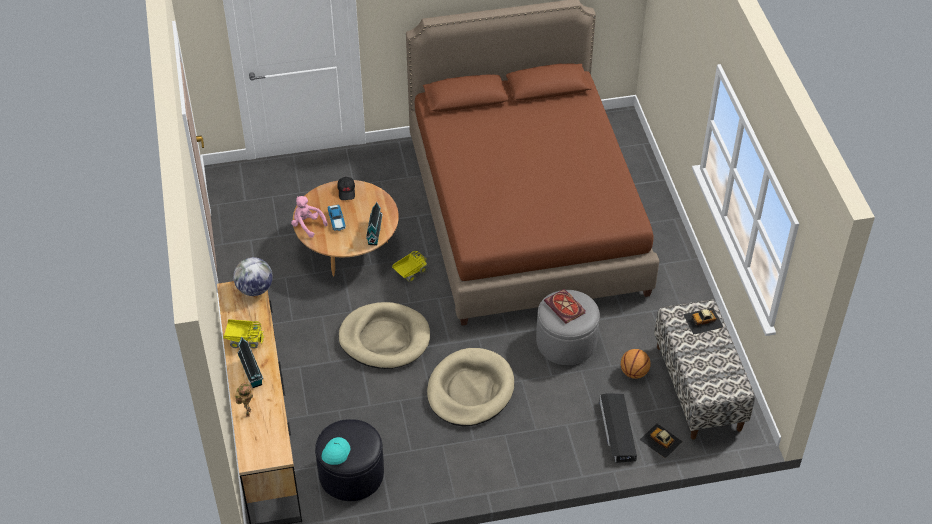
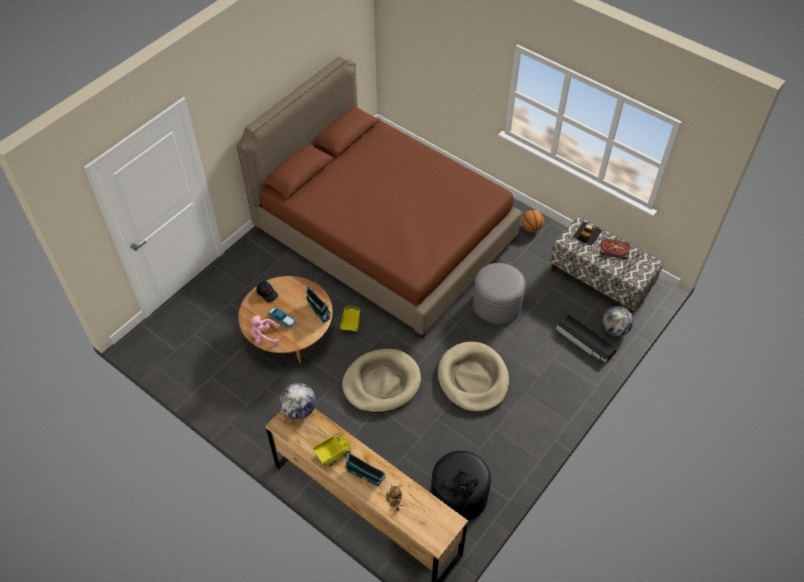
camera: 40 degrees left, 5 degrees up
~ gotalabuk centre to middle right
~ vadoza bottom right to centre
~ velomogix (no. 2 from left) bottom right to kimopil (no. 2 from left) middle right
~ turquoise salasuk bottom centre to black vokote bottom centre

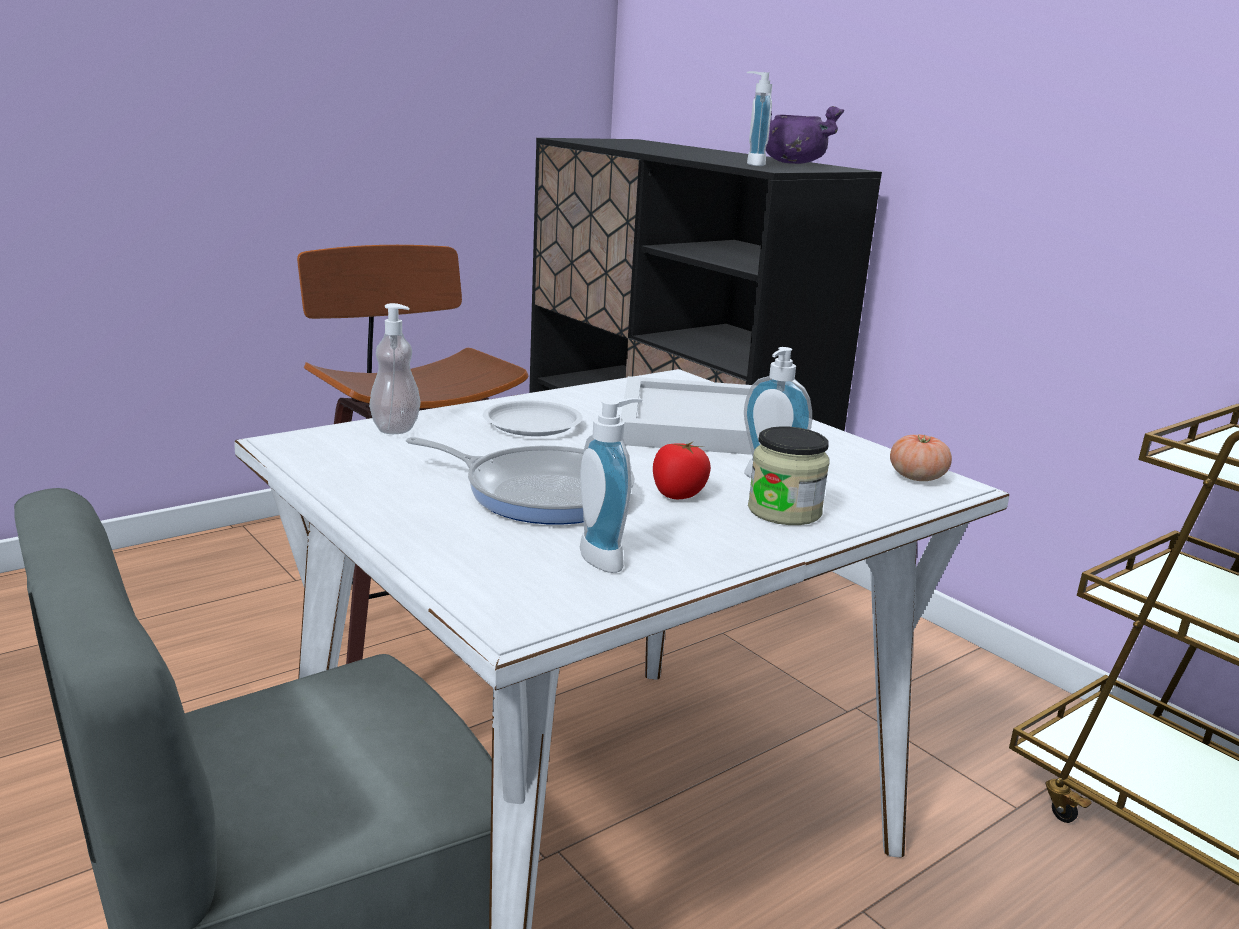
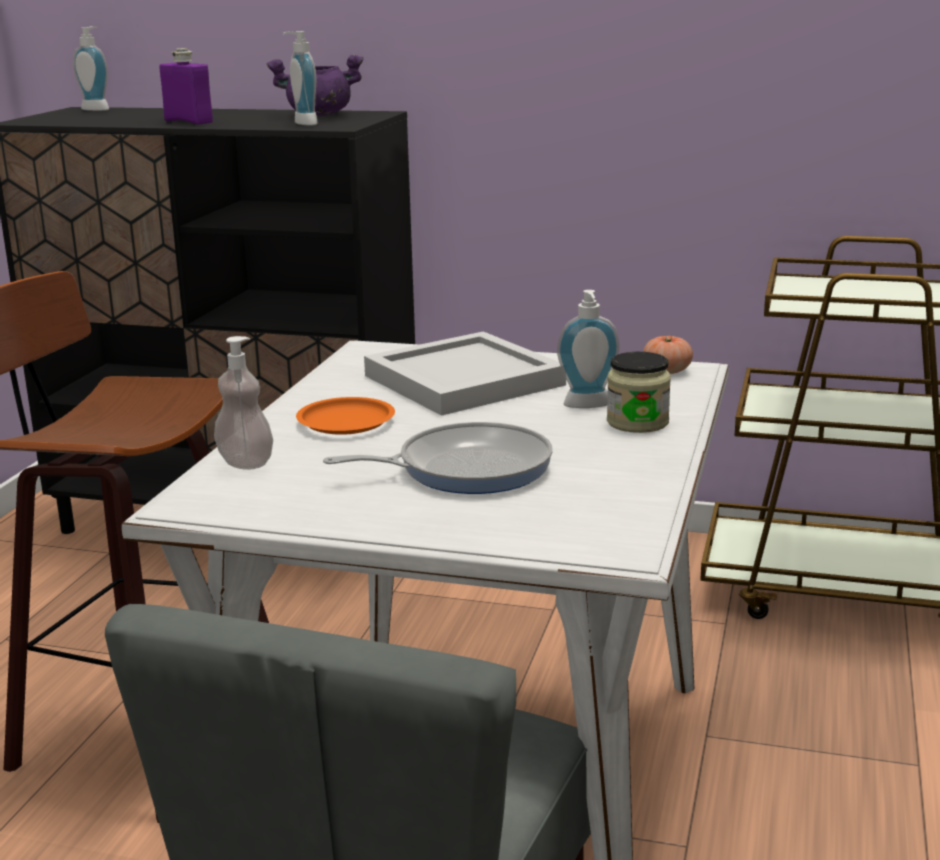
camera: 35 degrees left, 0 degrees up
~ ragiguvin (no. 2 from left in the first image) centre to ragiguvin (no. 1 from left) top left
~ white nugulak centre to orange nugulak centre
- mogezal (no. 1 from left) centre
+ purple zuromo top left

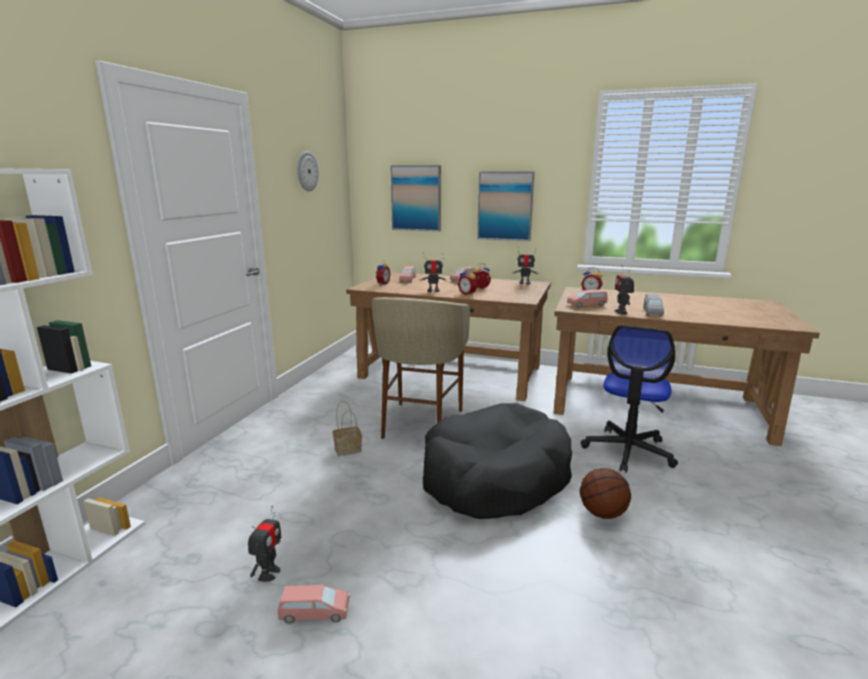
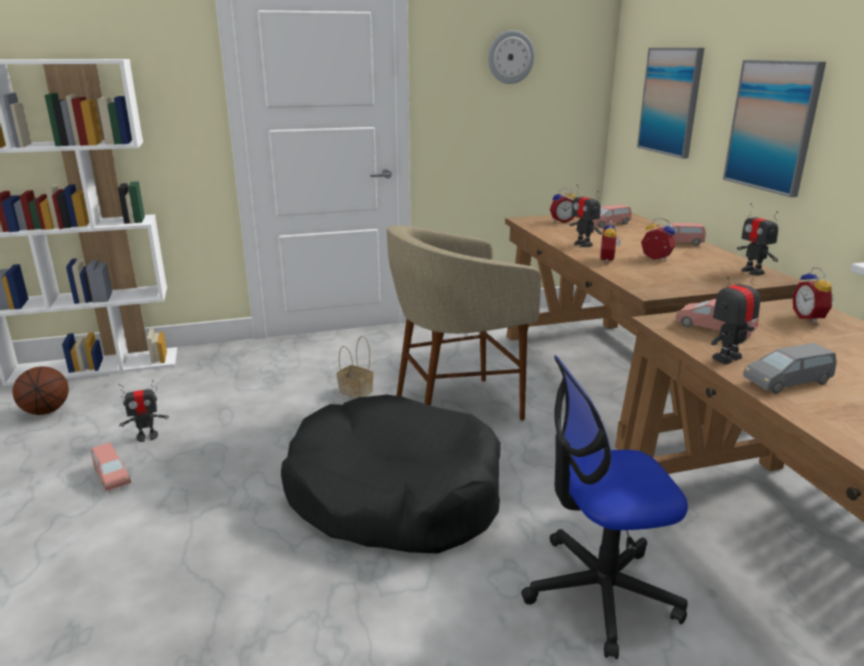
camera: 55 degrees right, 5 degrees up
~ vadoza bottom right to middle left

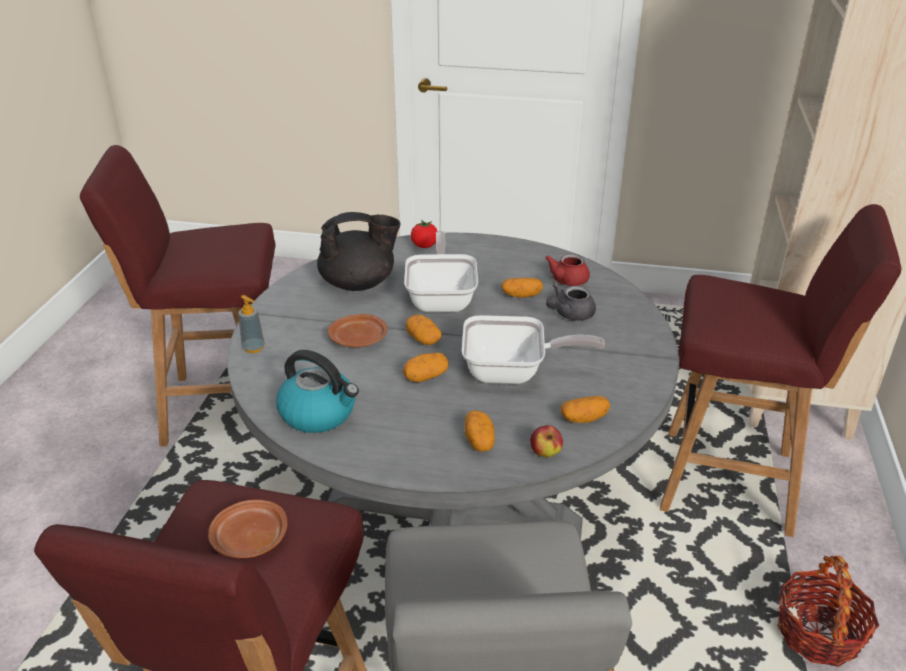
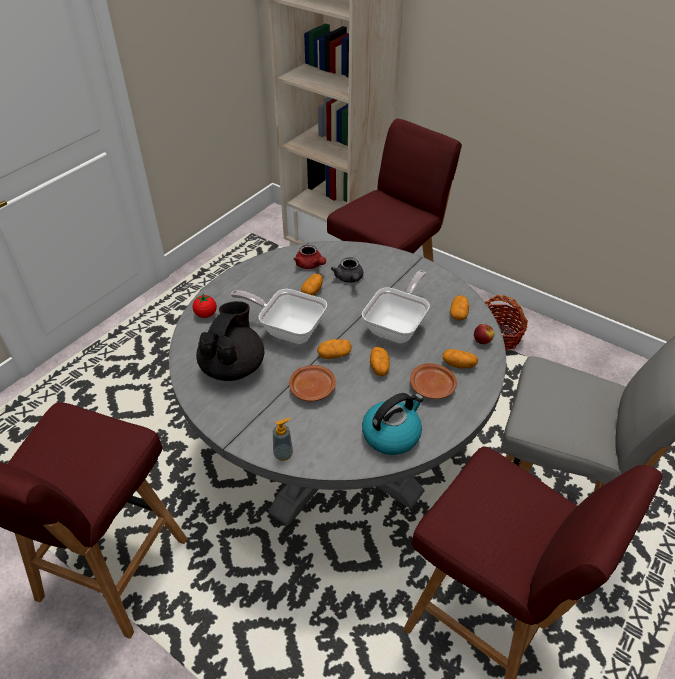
camera: 65 degrees left, 10 degrees up
~ brown nugulak (no. 1 from left in the first image) bottom left to brown nugulak (no. 2 from left) centre

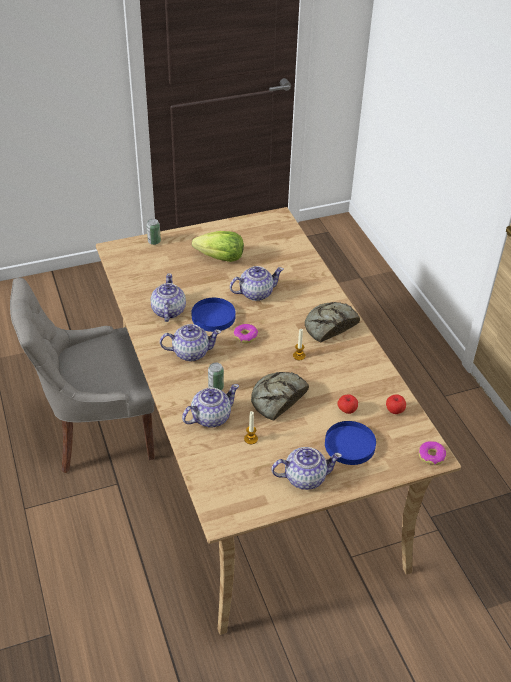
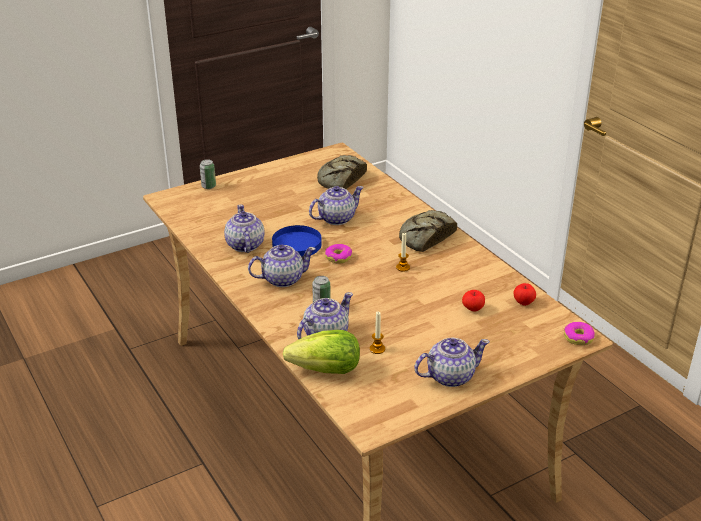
camera: 10 degrees left, 10 degrees down
~ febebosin centre to bottom centre
- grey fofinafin middle left
~ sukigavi (no. 1 from left) centre to top centre
- blue nugulak (no. 2 from left) middle right

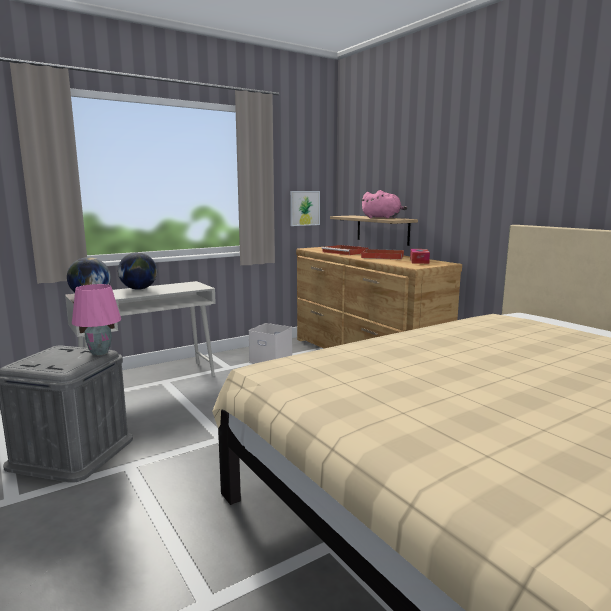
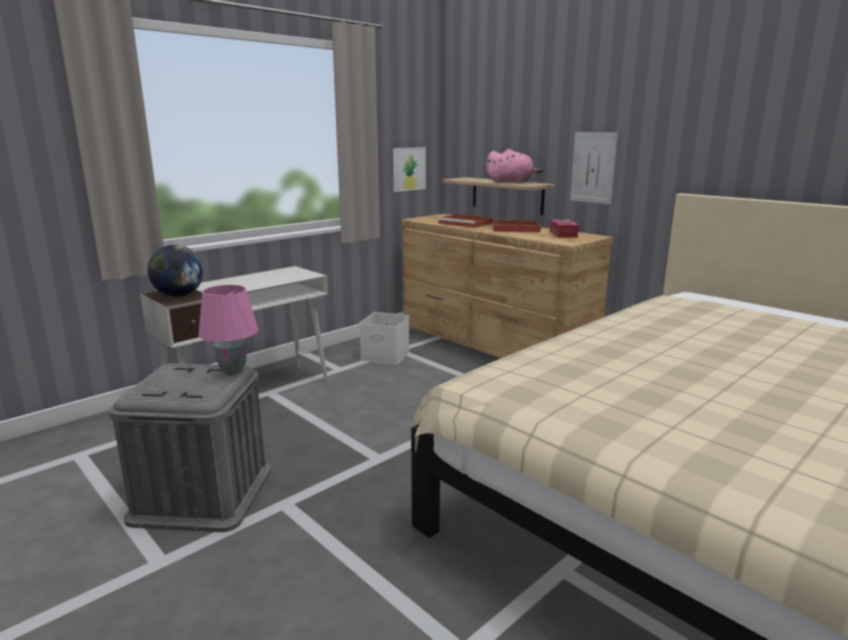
camera: 10 degrees left, 5 degrees up
- kimopil (no. 2 from left) middle left
+ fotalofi (no. 2 from left) top right

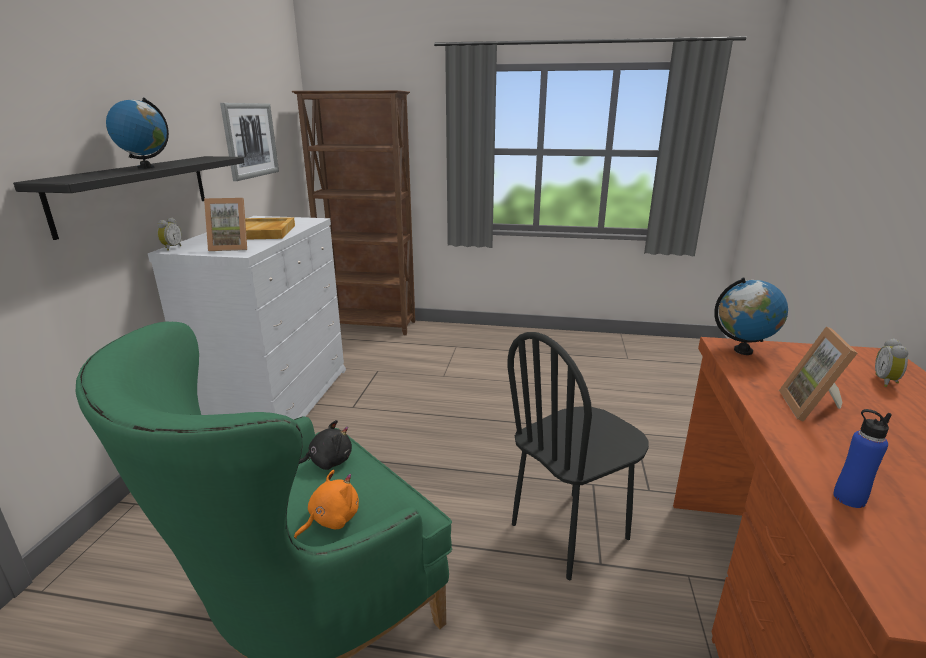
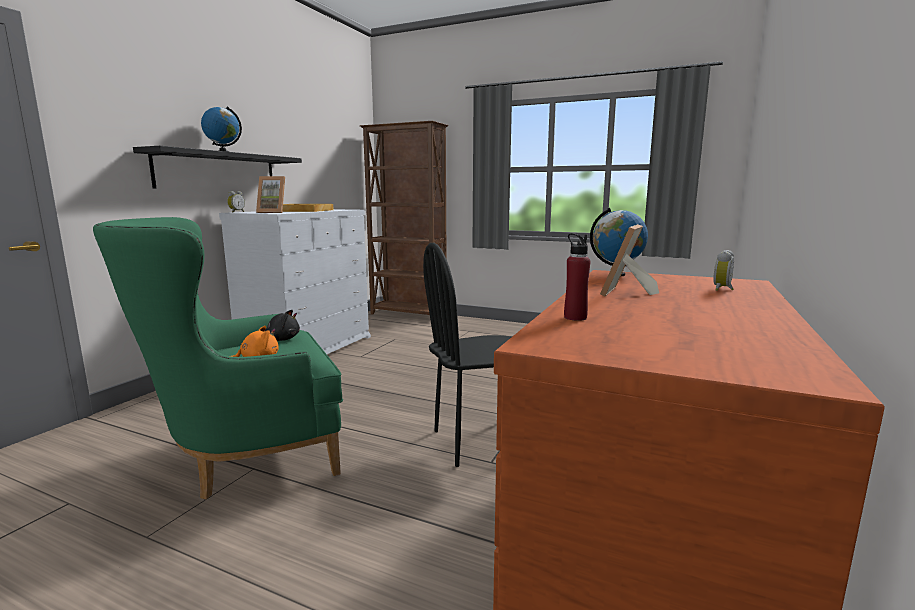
camera: 15 degrees right, 10 degrees down
- fotalofi top left
~ blue zuromo bottom right to red zuromo centre

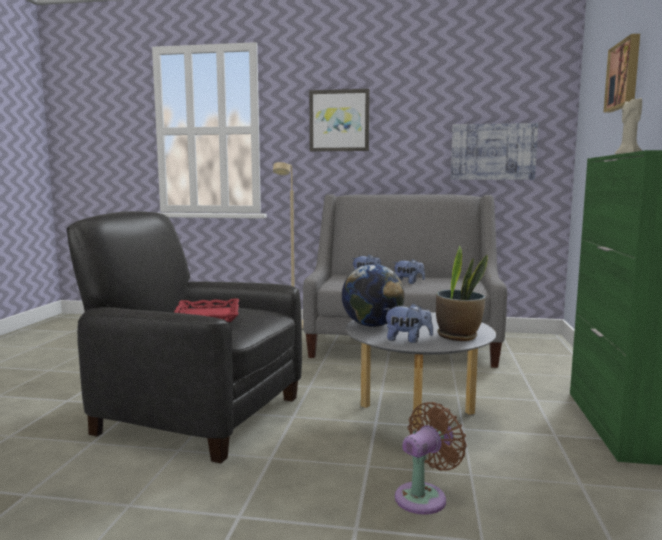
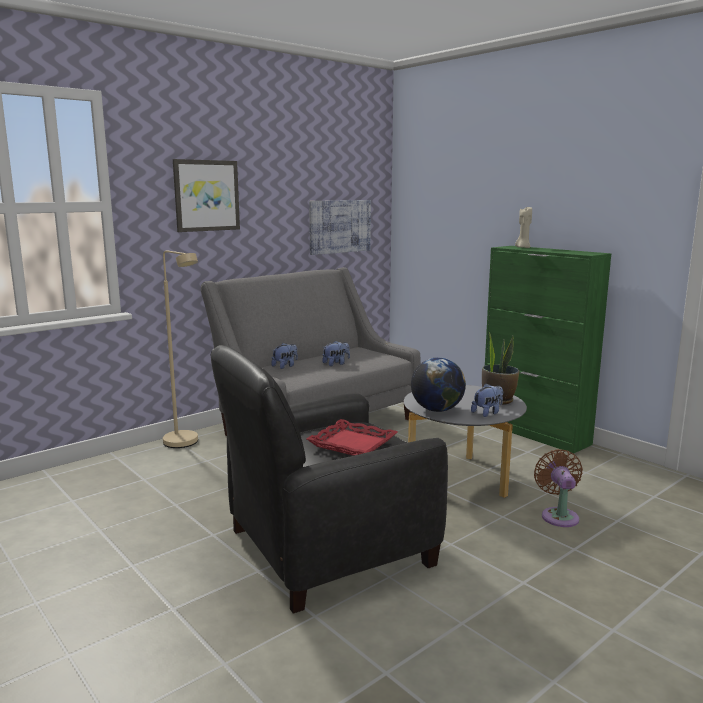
camera: 50 degrees left, 5 degrees up
- fotalofi (no. 3 from left) top right

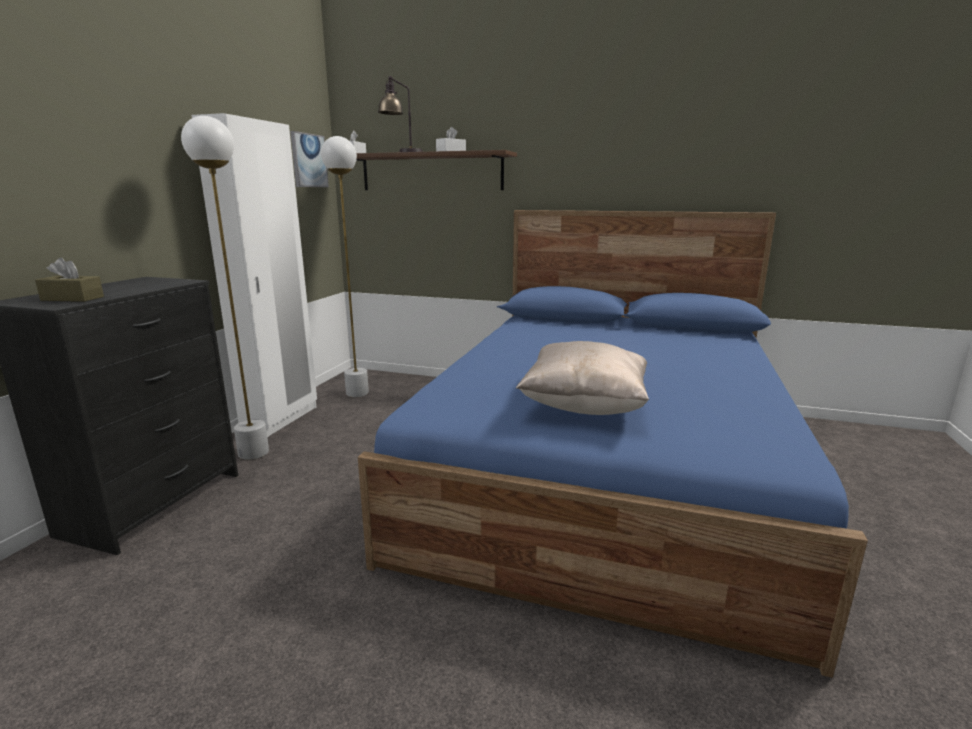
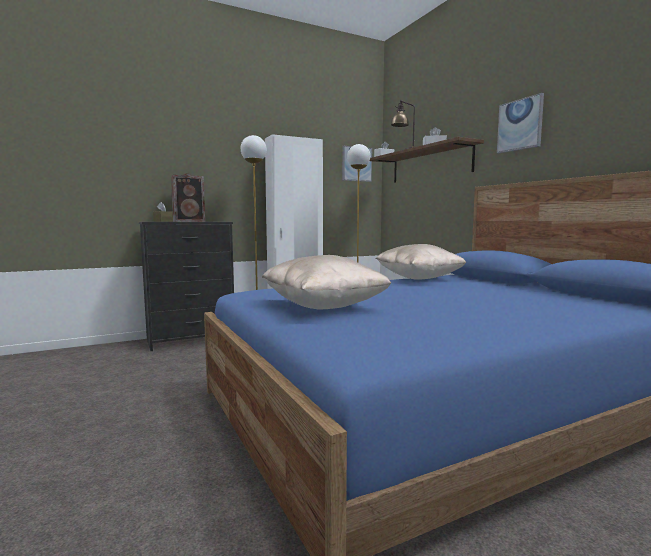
camera: 45 degrees right, 10 degrees down
+ fotalofi (no. 2 from left) top right
+ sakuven middle left
+ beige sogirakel (no. 2 from left) centre

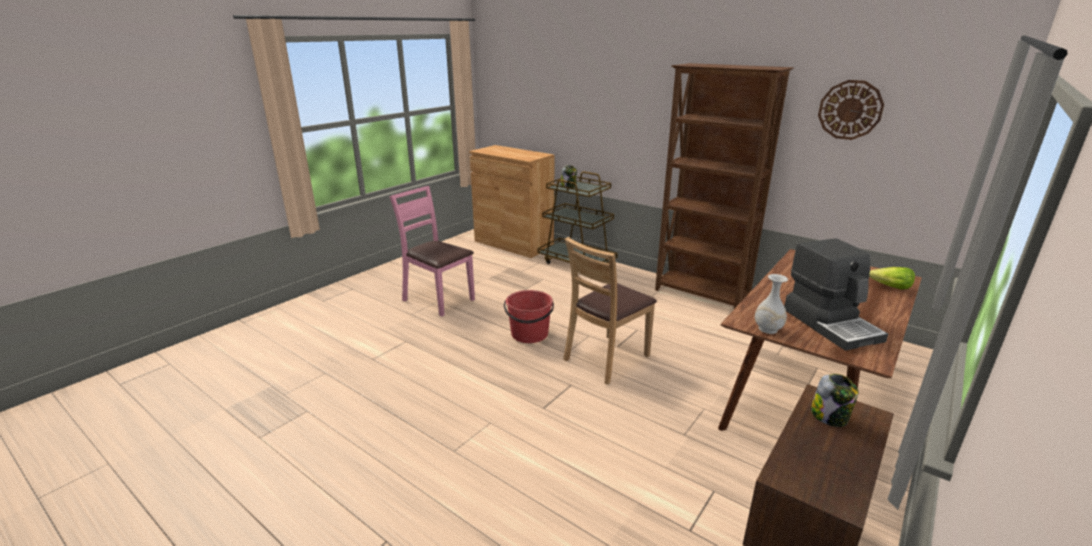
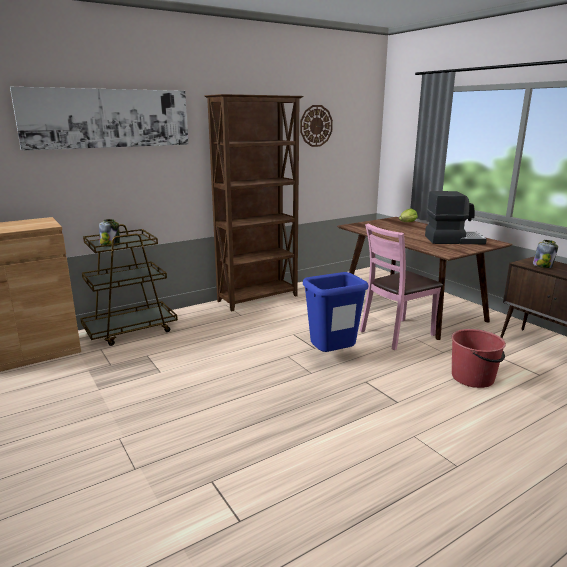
camera: 70 degrees left, 5 degrees down
~ pink fofinafin centre to middle right
~ brown fofinafin centre to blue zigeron centre
- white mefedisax middle right
~ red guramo centre to middle right
+ fotalofi top left

